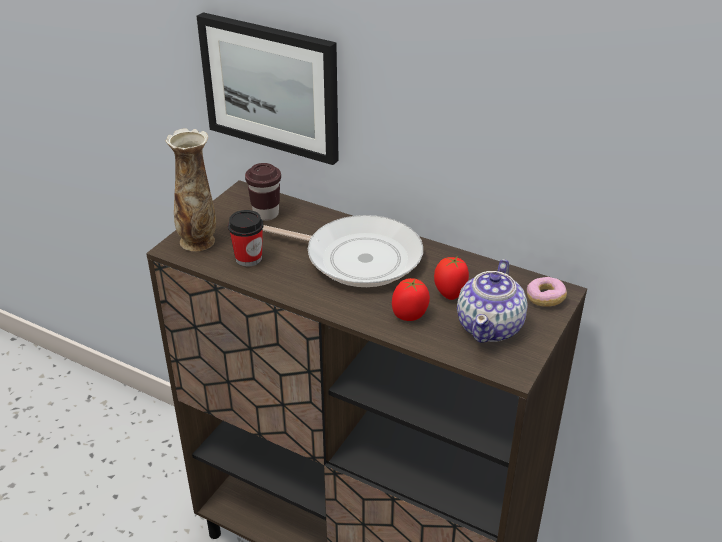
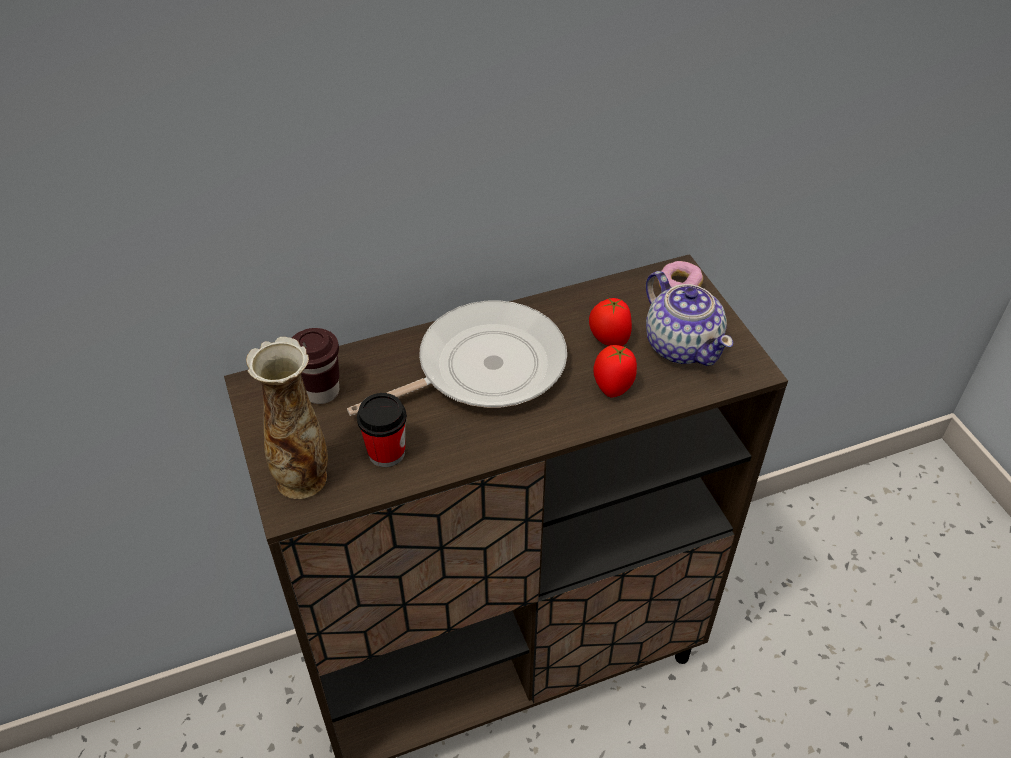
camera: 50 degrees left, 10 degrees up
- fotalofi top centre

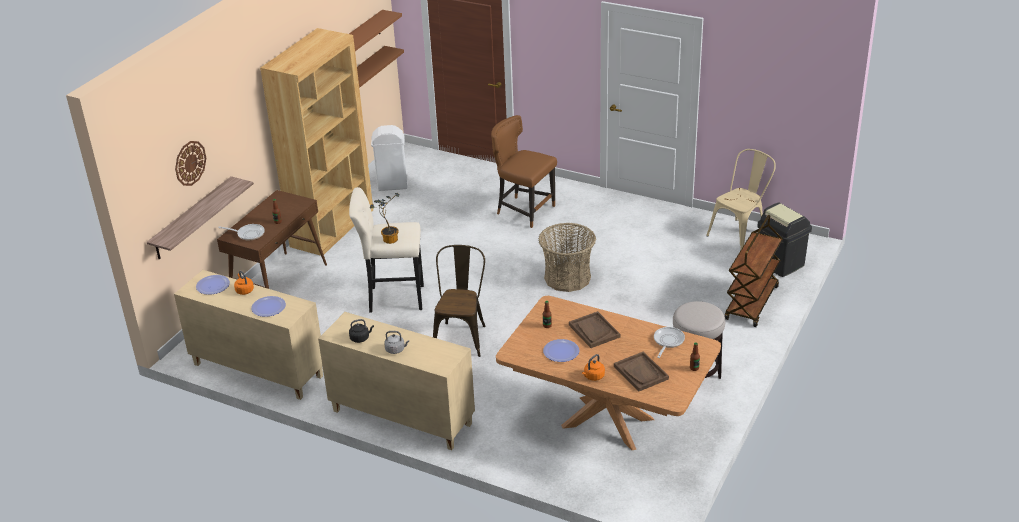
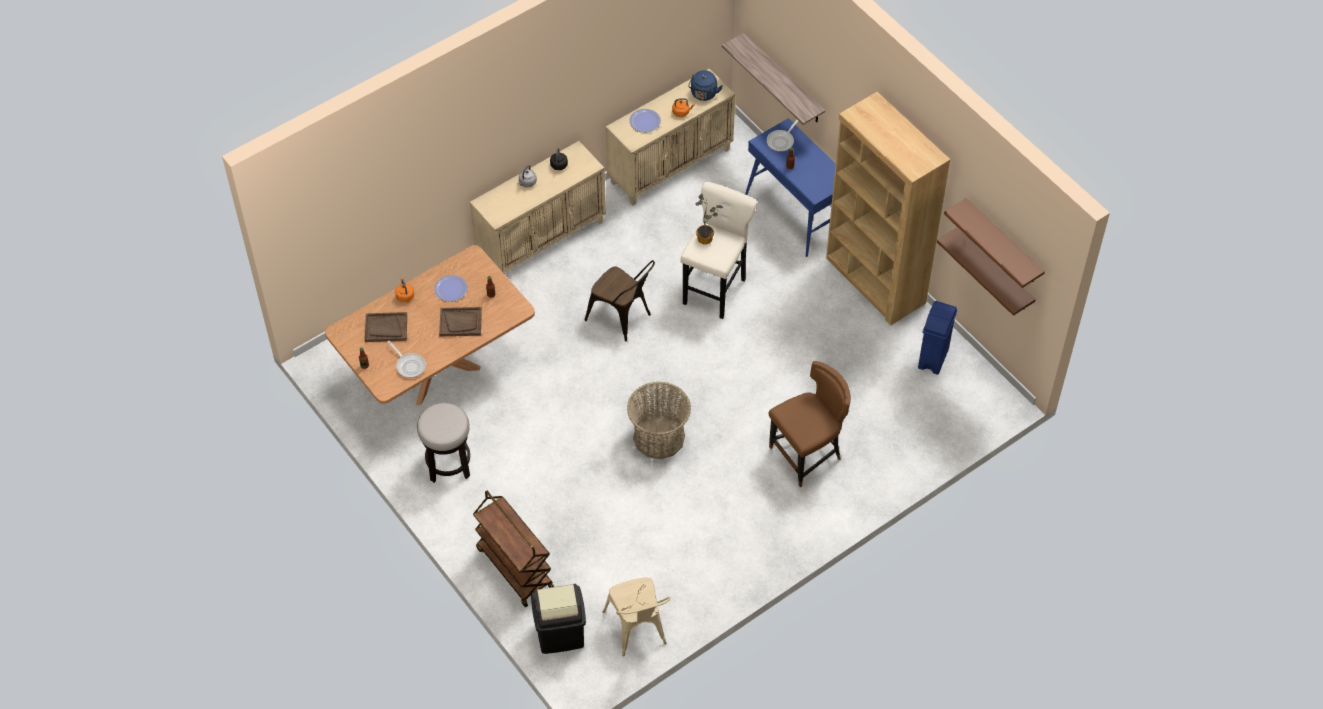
camera: 115 degrees right, 20 degrees up
~ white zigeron top centre to blue zigeron middle right
- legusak top left
~ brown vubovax middle left to blue vubovax top centre
~ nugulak (no. 1 from left) middle left to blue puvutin top centre

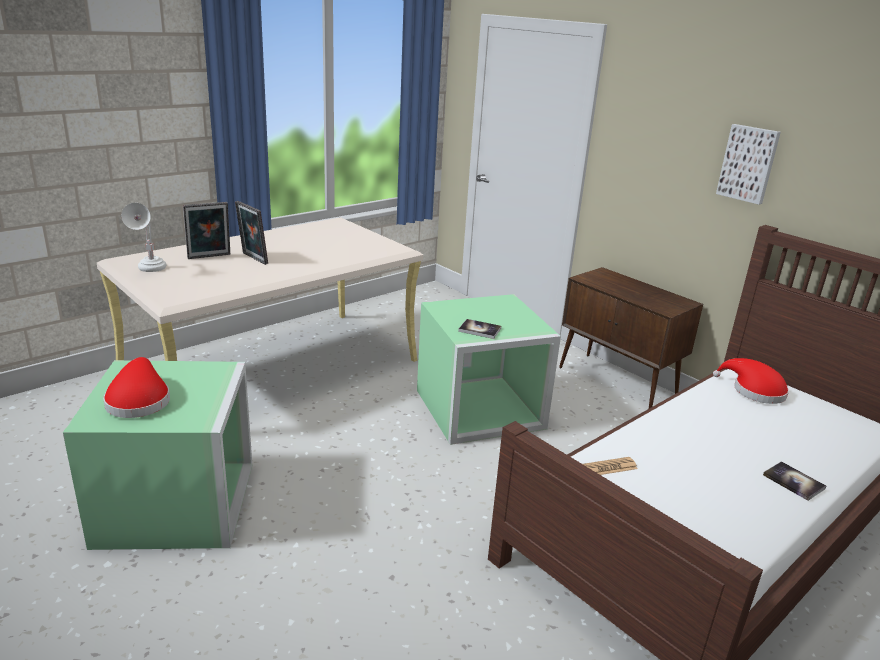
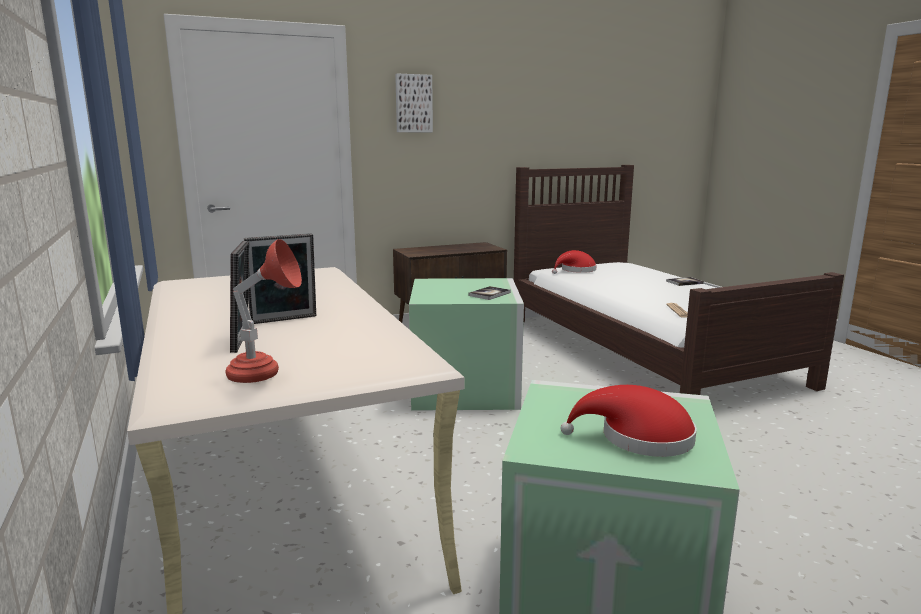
camera: 70 degrees left, 10 degrees down
~ fotalofi top right to top centre
~ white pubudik middle left to red pubudik middle left

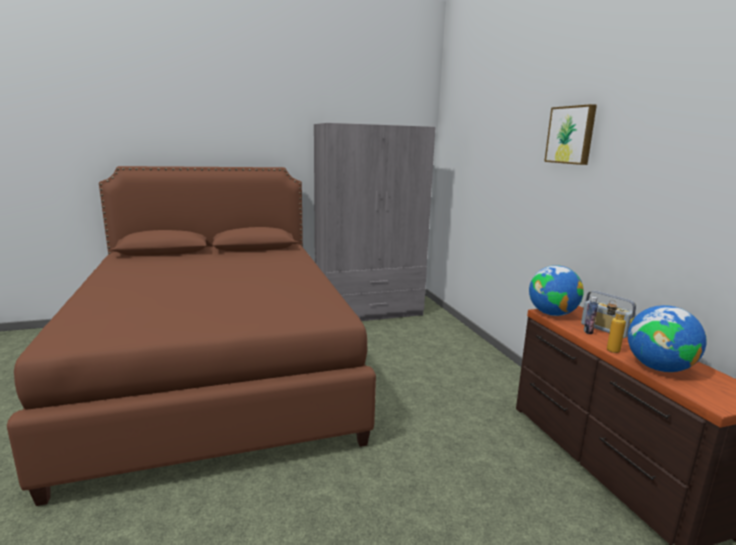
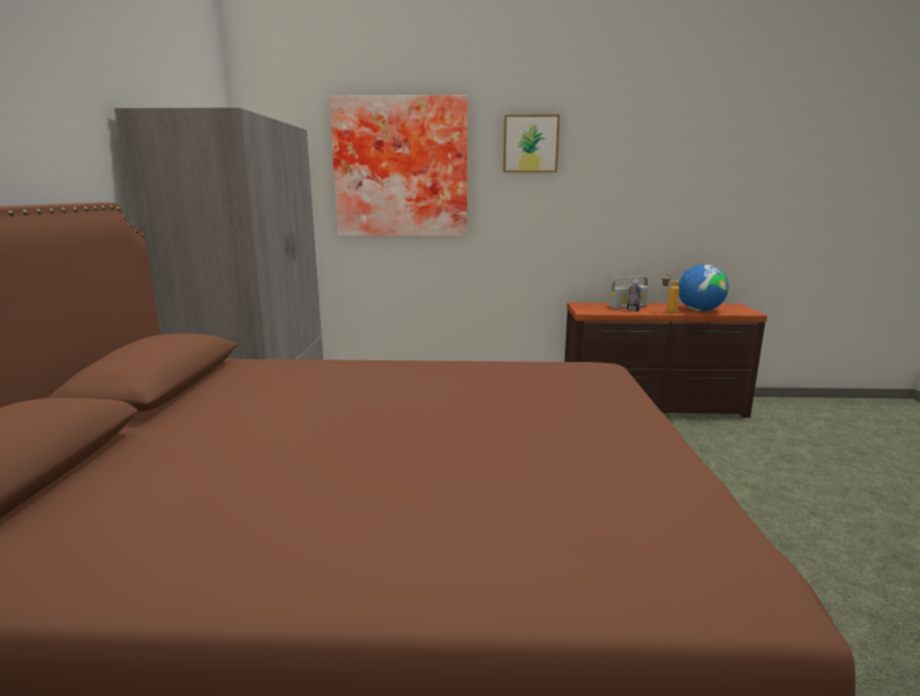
camera: 70 degrees left, 0 degrees up
- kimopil (no. 1 from left) middle right
+ fotalofi (no. 1 from left) top centre

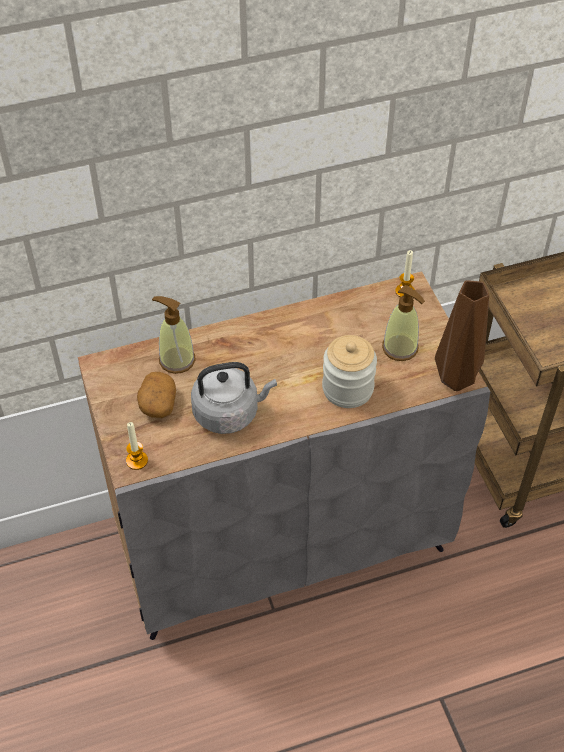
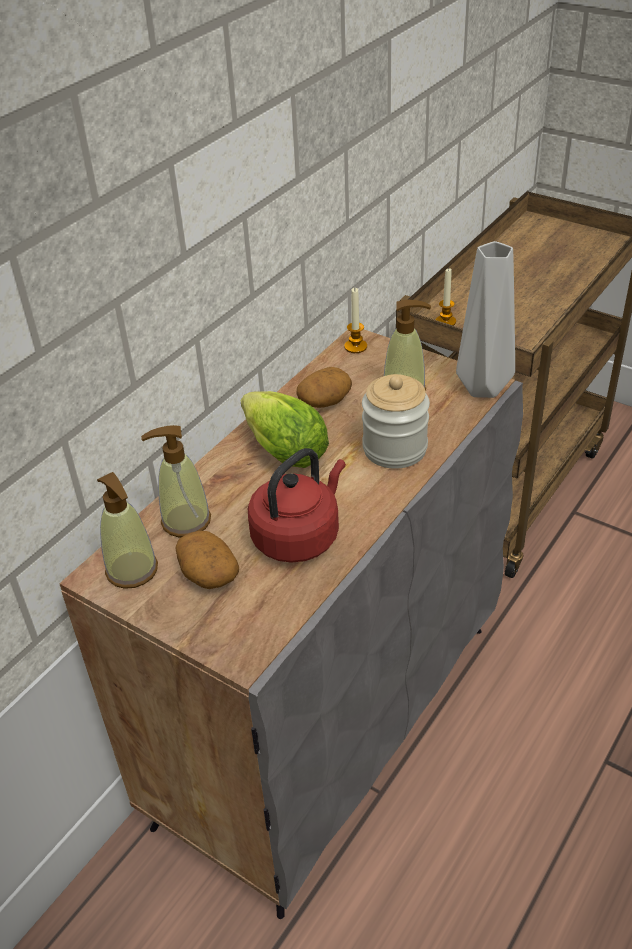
camera: 35 degrees left, 10 degrees down
~ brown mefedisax middle right to grey mefedisax middle right
~ grey puvutin centre to red puvutin centre
~ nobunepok (no. 1 from left in the first image) middle left to nobunepok (no. 2 from left) top right
+ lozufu (no. 2 from left) centre
+ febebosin centre
+ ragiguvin (no. 1 from left) middle left

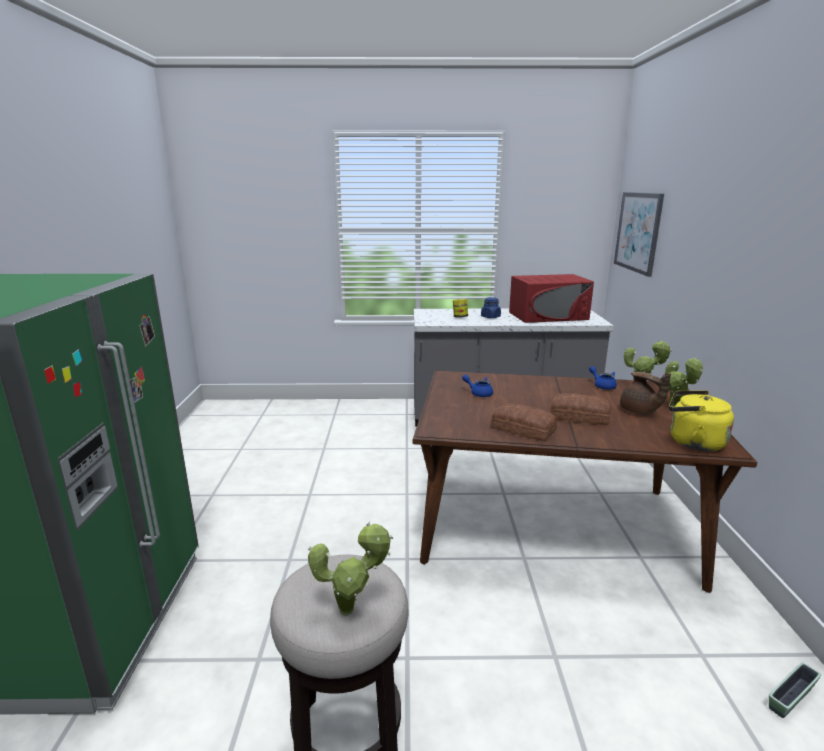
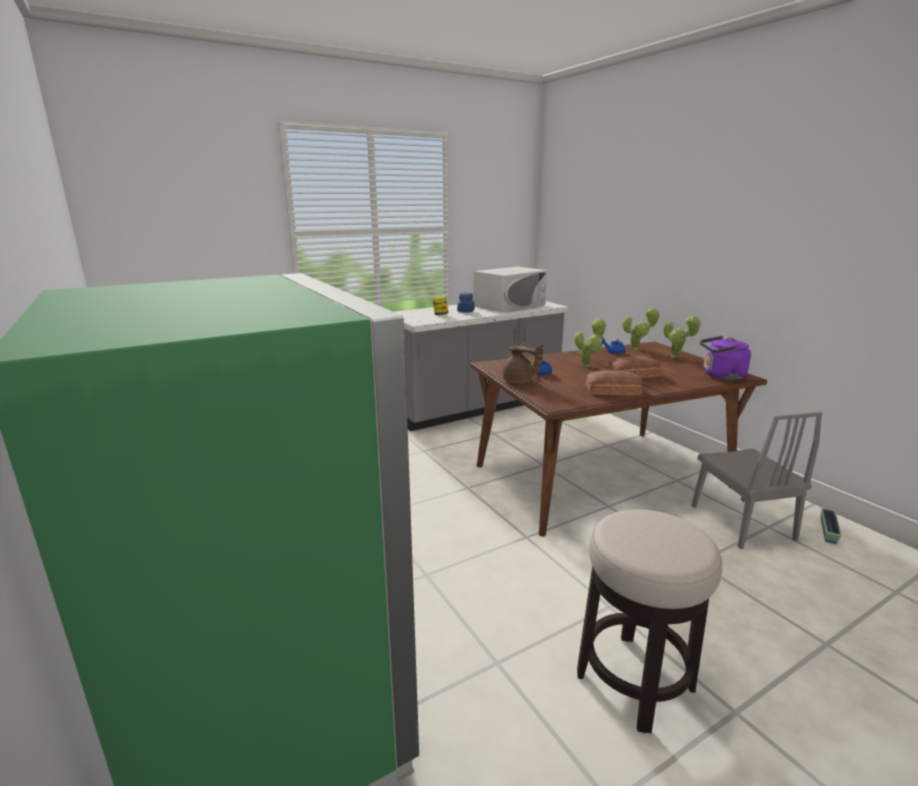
camera: 30 degrees left, 0 degrees up
- fotalofi top right
~ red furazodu middle right to white furazodu centre
~ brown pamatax middle right to centre
~ yellow puvutin middle right to purple puvutin middle right
~ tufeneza (no. 1 from left) bottom centre to centre
+ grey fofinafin middle right

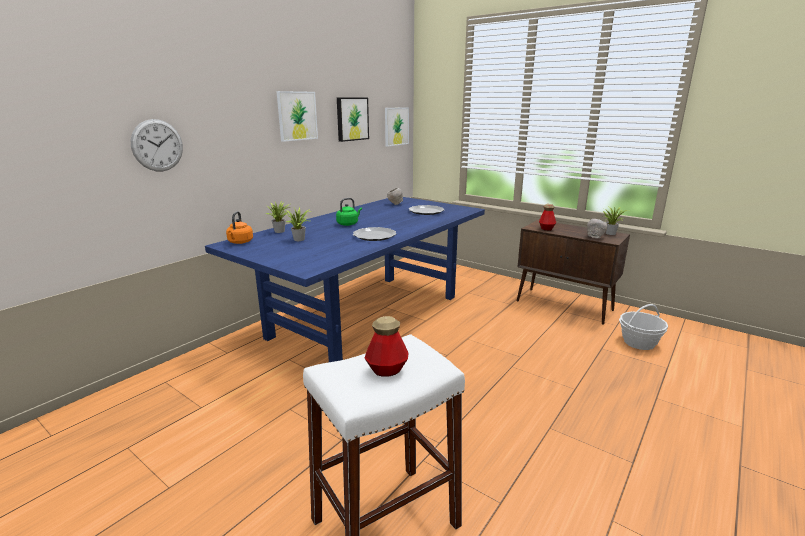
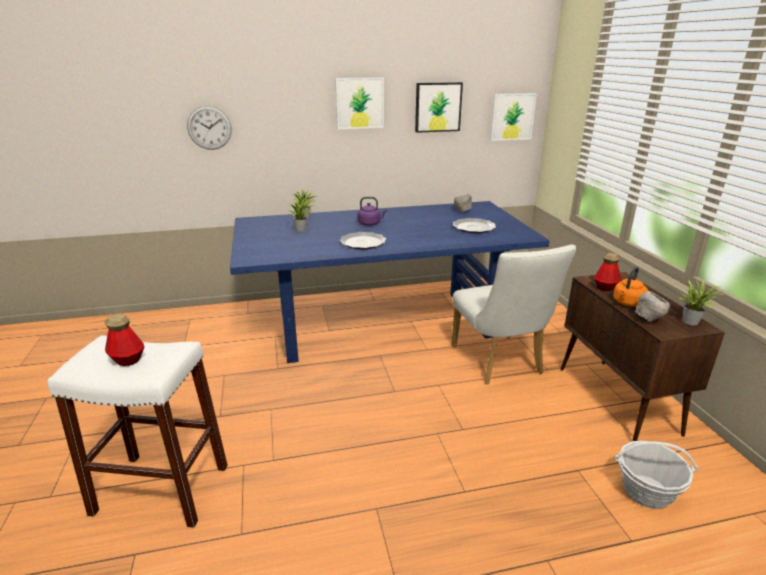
camera: 40 degrees right, 5 degrees up
~ green puvutin centre to purple puvutin centre
~ orange puvutin middle left to middle right
+ white fofinafin middle right

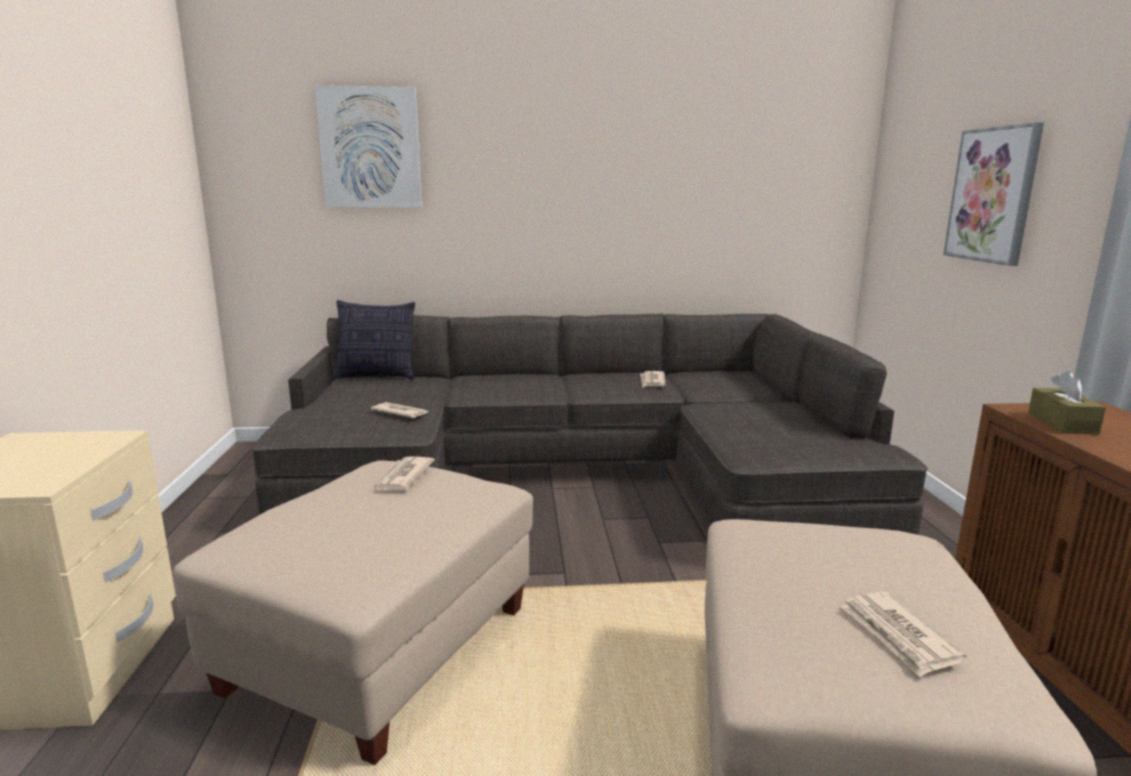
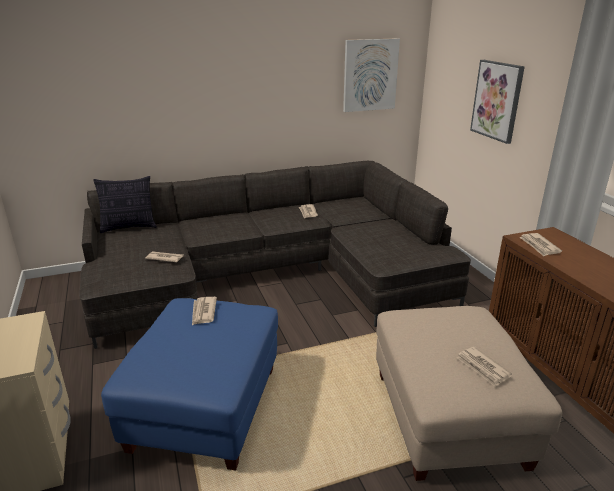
camera: 15 degrees left, 10 degrees up
~ fotalofi (no. 1 from left) top left to top centre
~ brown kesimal middle right to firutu (no. 5 from left) middle right
~ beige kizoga (no. 1 from left) bottom left to blue kizoga bottom left

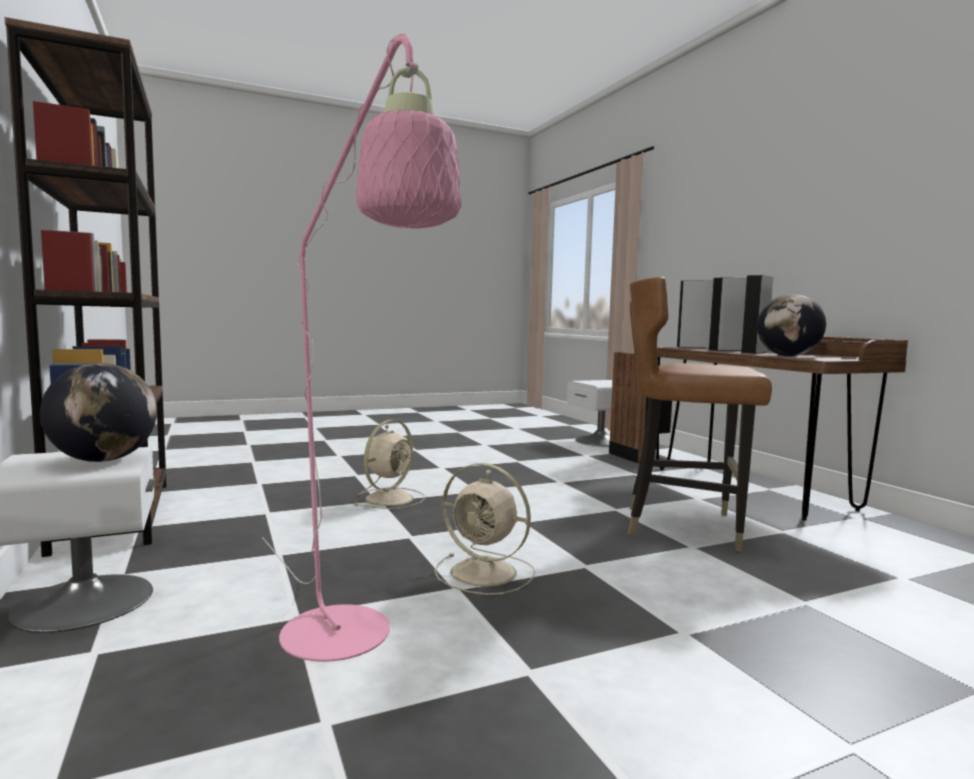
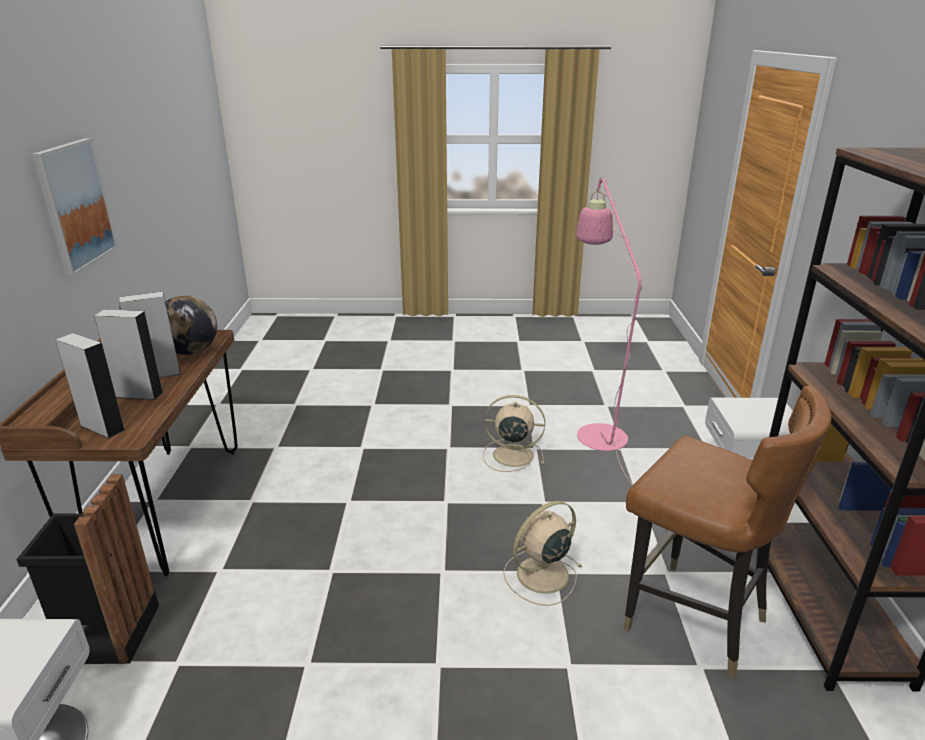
camera: 155 degrees left, 20 degrees up
~ brown fofinafin middle right to bottom right
- kimopil (no. 1 from left) middle left
~ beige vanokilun (no. 2 from left in the first image) bottom centre = centre 45 degrees counterclockwise
+ fotalofi top left

